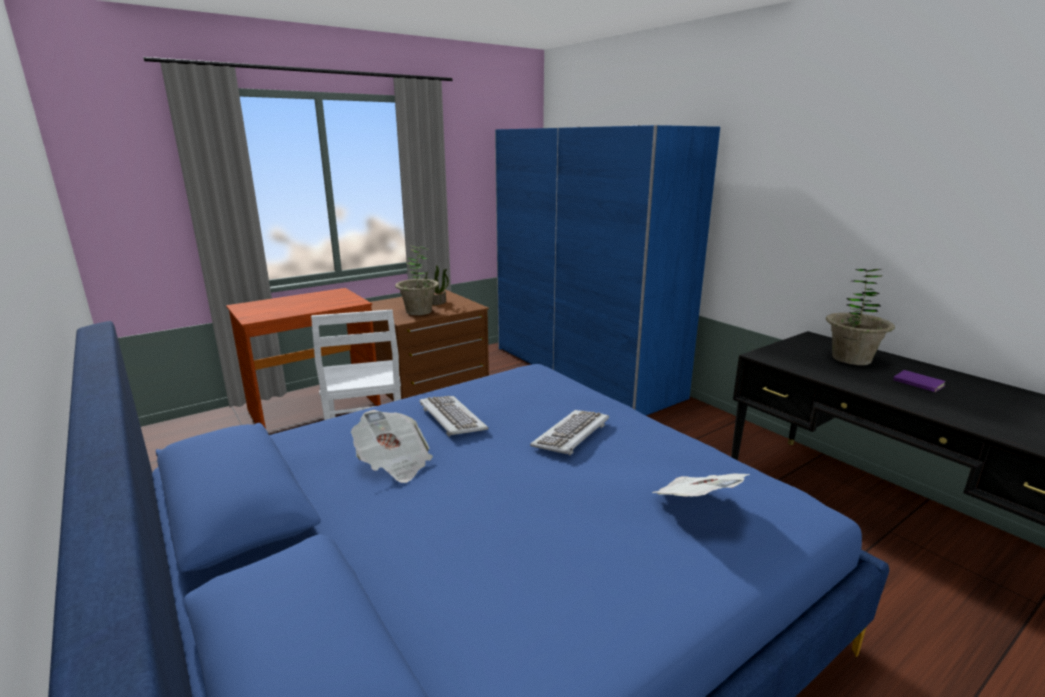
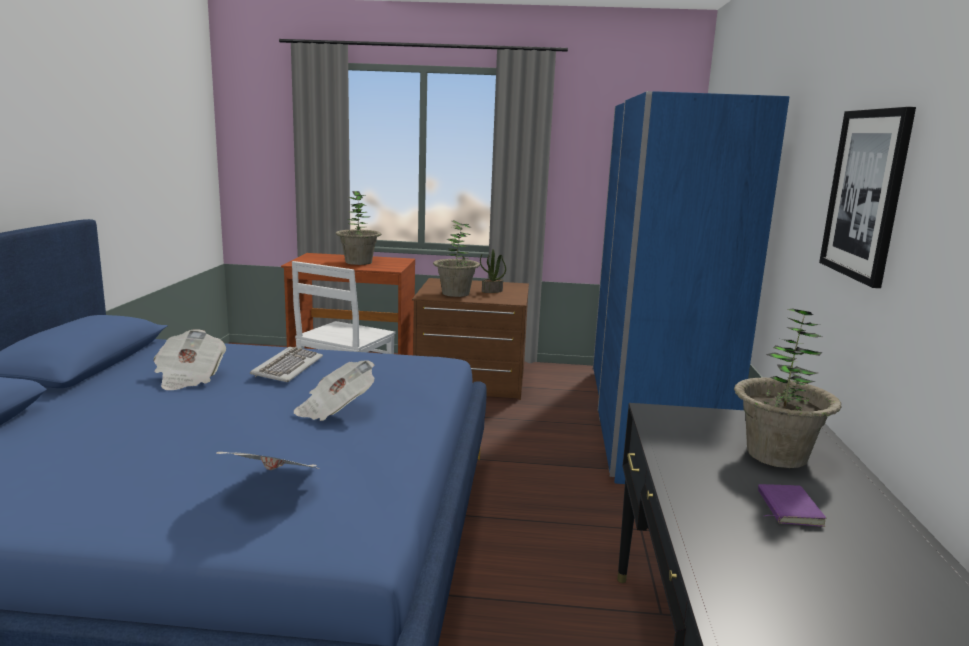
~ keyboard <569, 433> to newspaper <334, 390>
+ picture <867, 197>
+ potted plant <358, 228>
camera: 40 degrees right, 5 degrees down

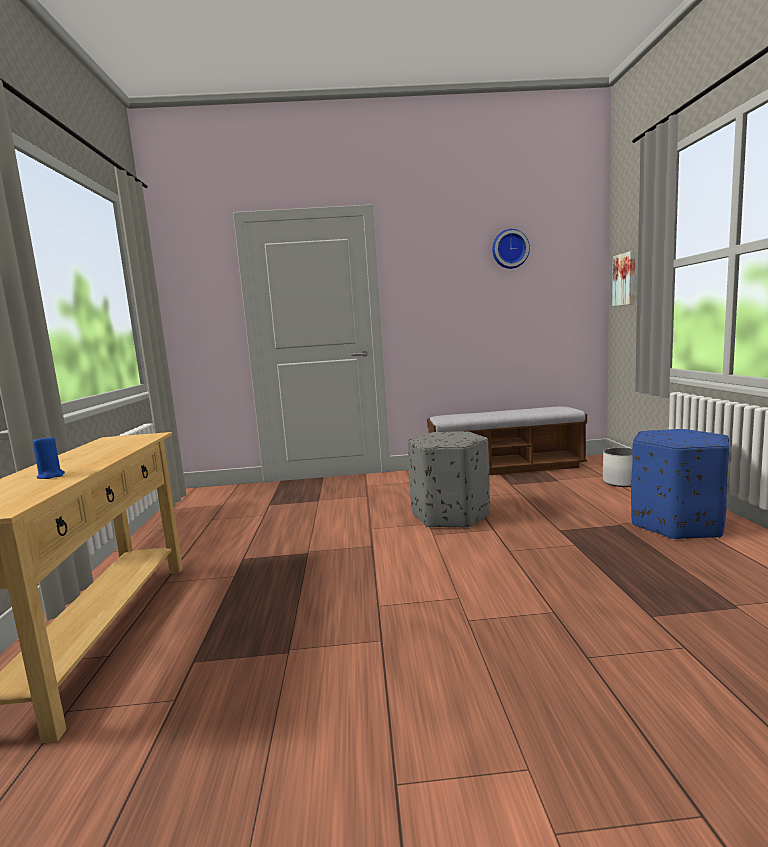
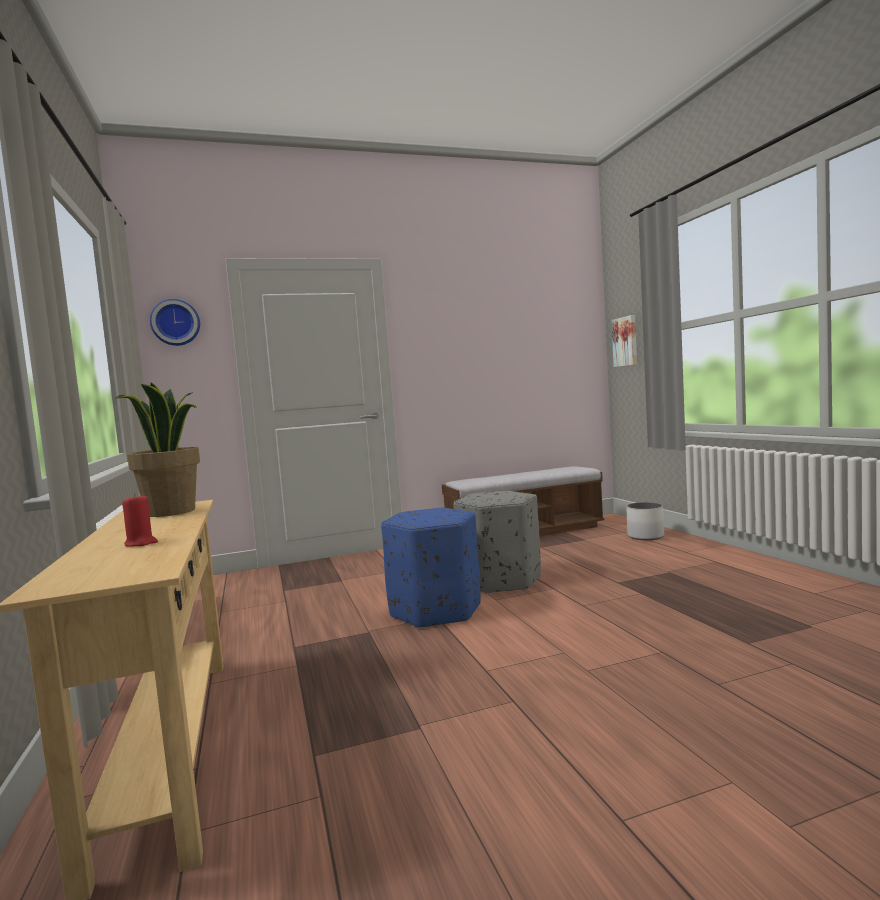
~ wall clock <511, 249> to <175, 322>
~ blue ottoman <680, 484> to <431, 568>
~ blue candle <49, 457> to red candle <140, 520>
+ potted plant <158, 449>
camera: 15 degrees left, 5 degrees down

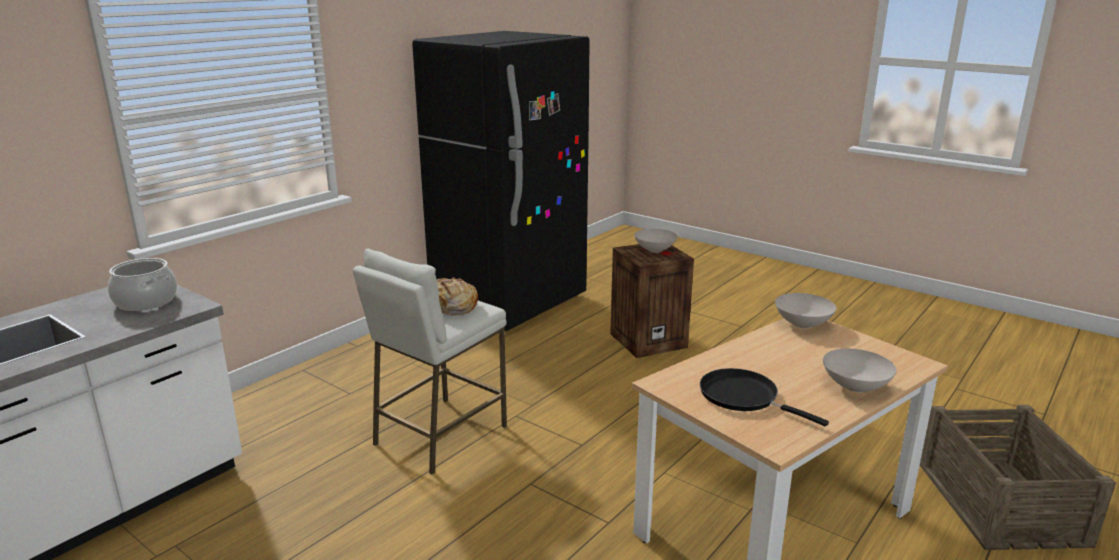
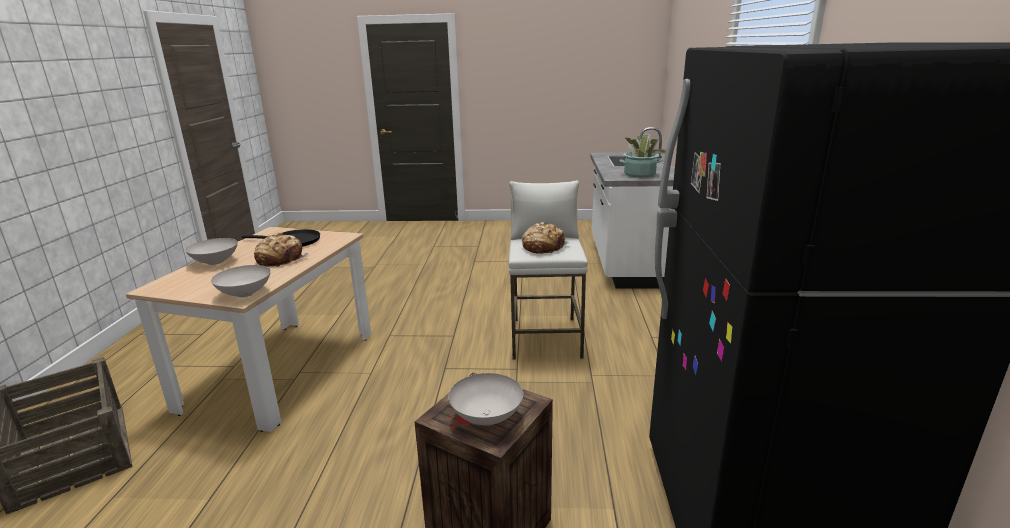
~ cooking pot <142, 284> to potted plant <642, 156>
+ bread <281, 250>
camera: 145 degrees right, 0 degrees up

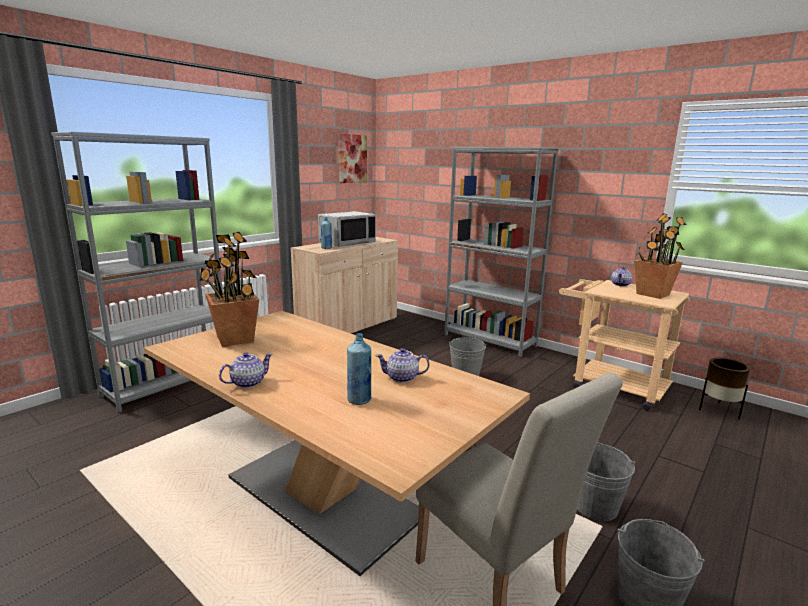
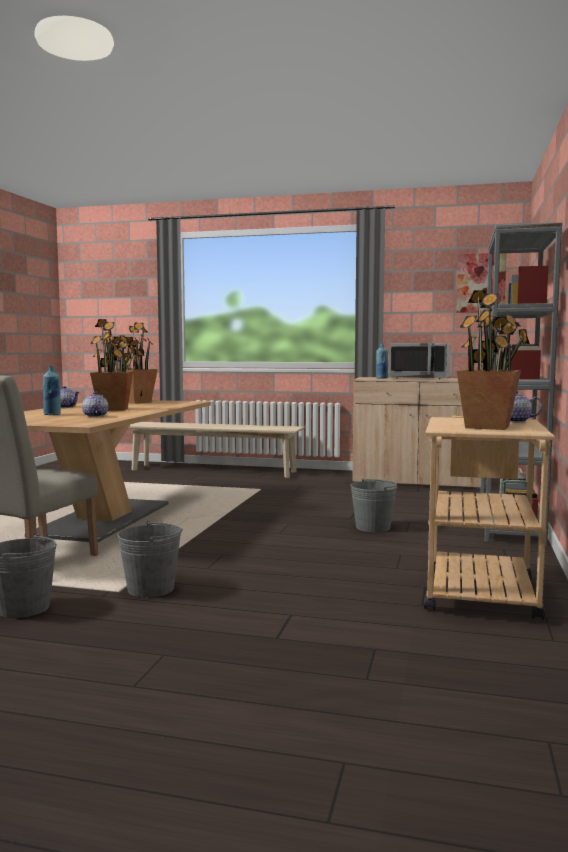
~ grey bookcase <137, 272> to beige bench <216, 450>
- brown planter <724, 388>
+ potted plant <113, 365>
camera: 65 degrees right, 10 degrees down

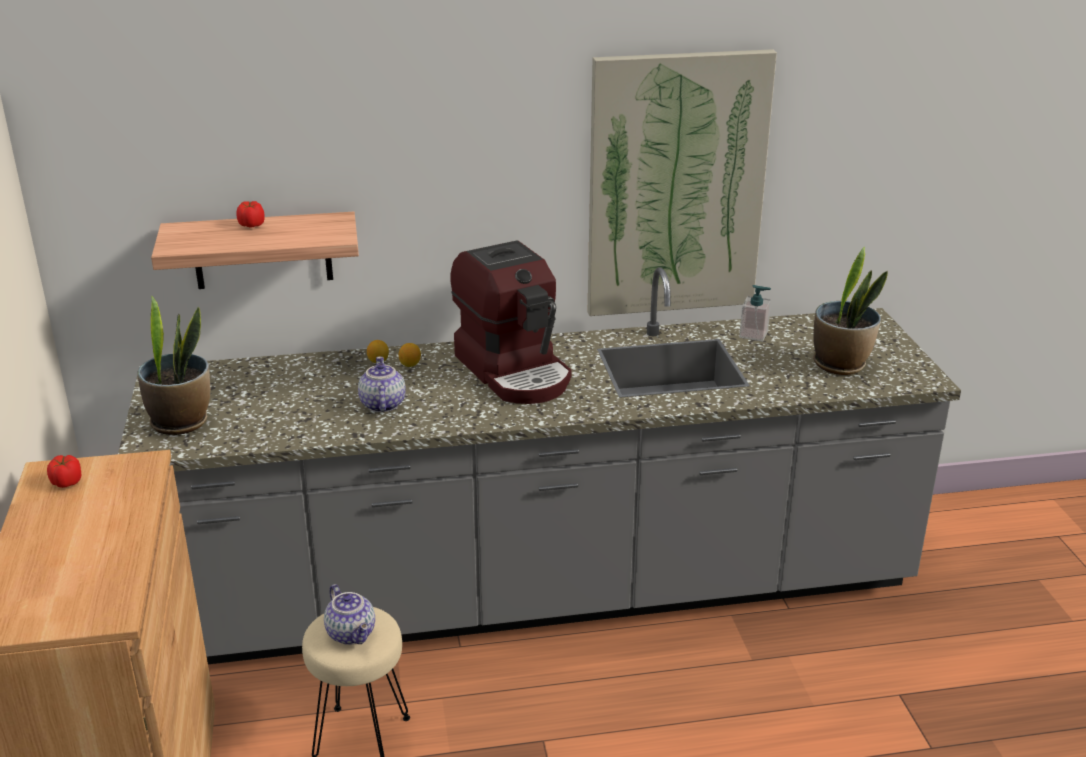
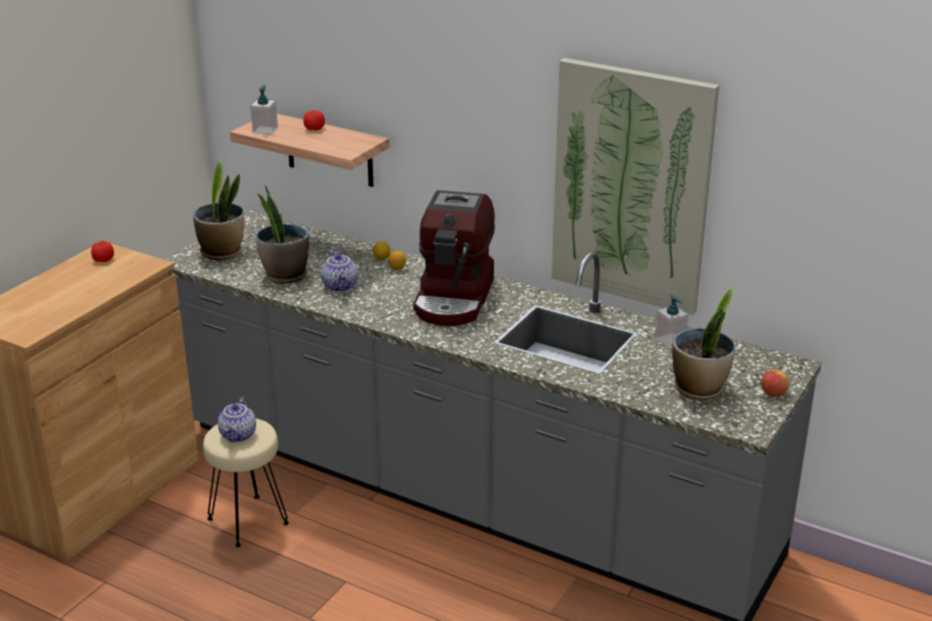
~ teapot <382, 384> = <339, 271> 135 degrees clockwise
+ soap dispenser <264, 110>
+ potted plant <282, 234>
+ apple <775, 382>
camera: 40 degrees right, 0 degrees up

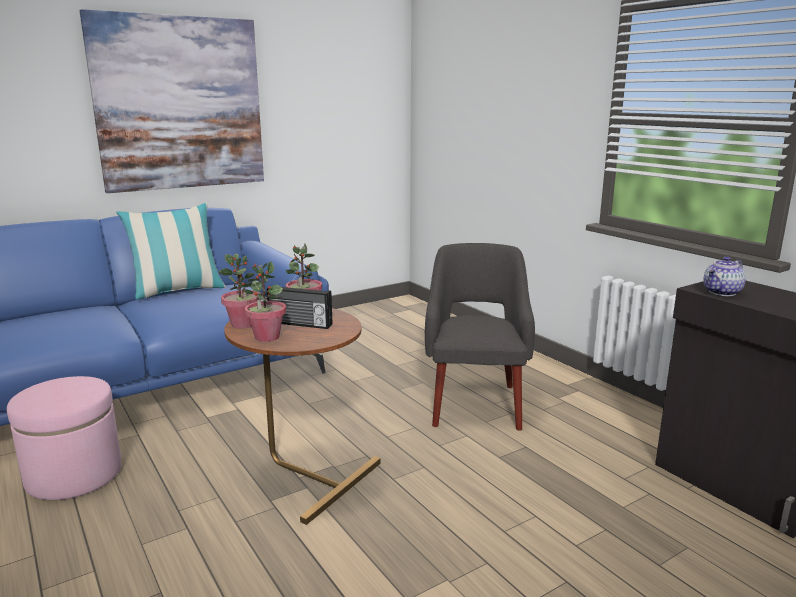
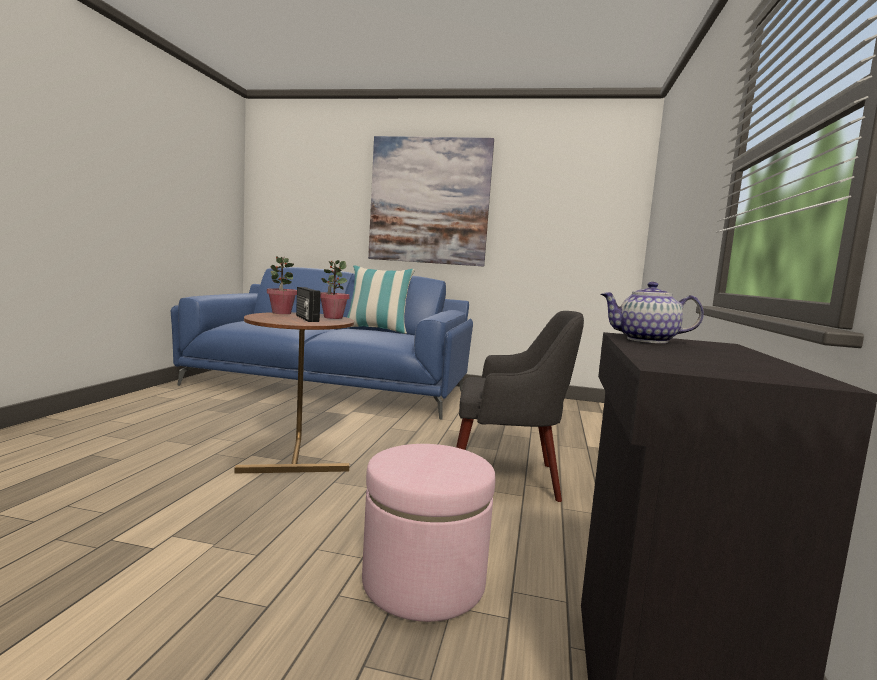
~ grey armchair <480, 337> = <520, 406> 45 degrees clockwise
- potted plant <265, 301>
~ pink ottoman <64, 438> to <429, 533>
camera: 45 degrees right, 10 degrees down

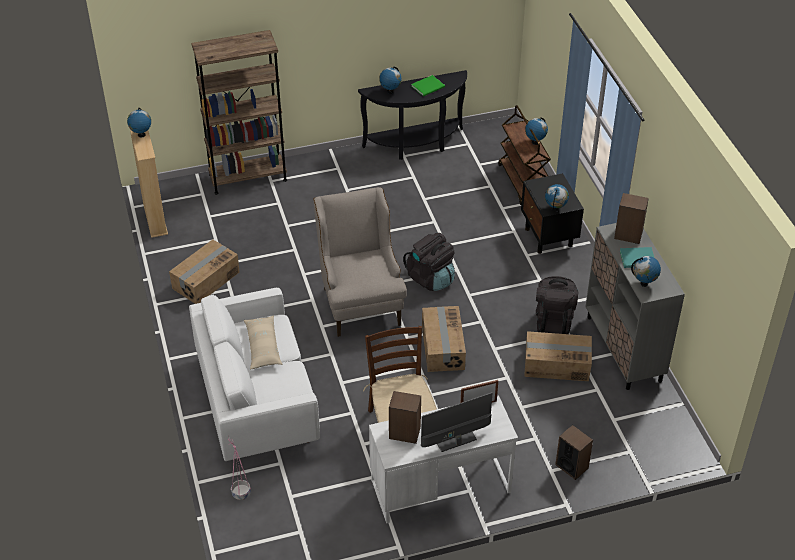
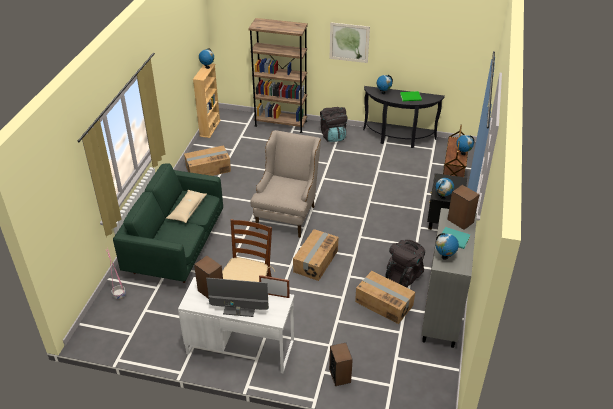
~ black backpack <429, 262> to <334, 124>
~ white sofa <254, 374> to green sofa <168, 223>
+ picture <350, 42>
camera: 30 degrees right, 5 degrees down

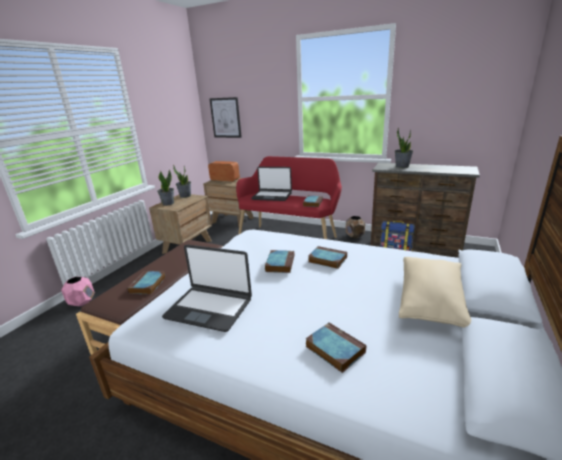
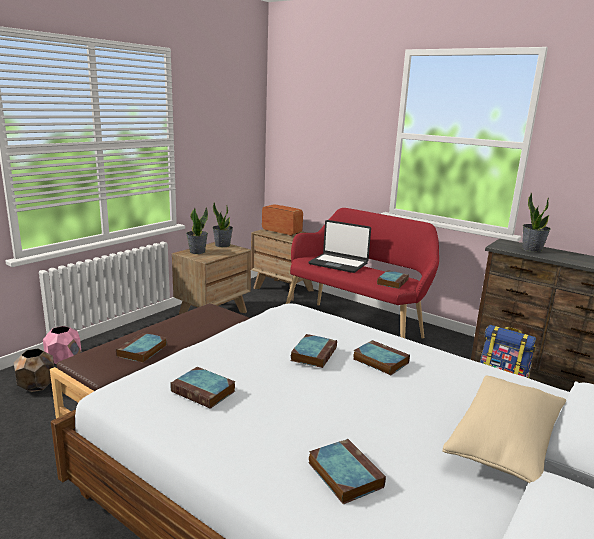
- picture <225, 117>
~ brown planter <355, 227> to <33, 370>
~ laptop <207, 288> to book <202, 388>
camera: 10 degrees right, 5 degrees down

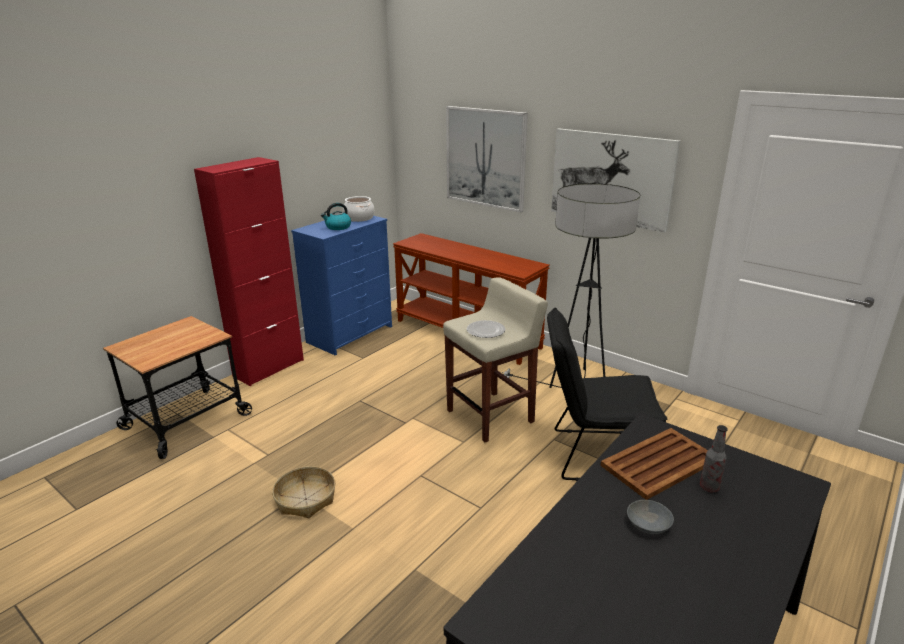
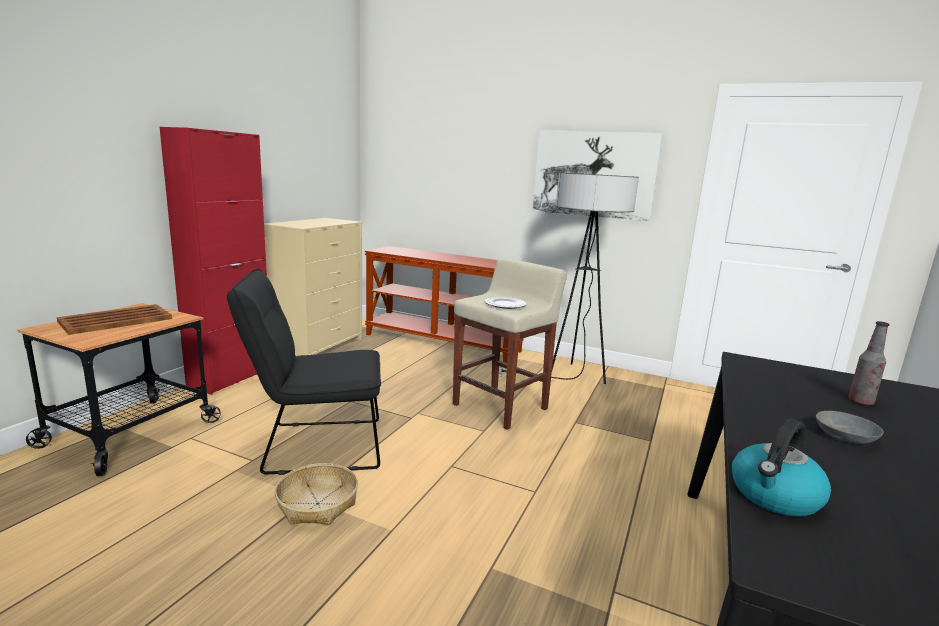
- picture <487, 159>
- cooking pot <358, 209>
~ kettle <336, 216> to <781, 467>
~ blue dresser <341, 286> to beige dresser <313, 287>
~ black chair <607, 394> to <304, 372>
~ brown tray <654, 464> to <114, 319>
camera: 15 degrees left, 10 degrees down

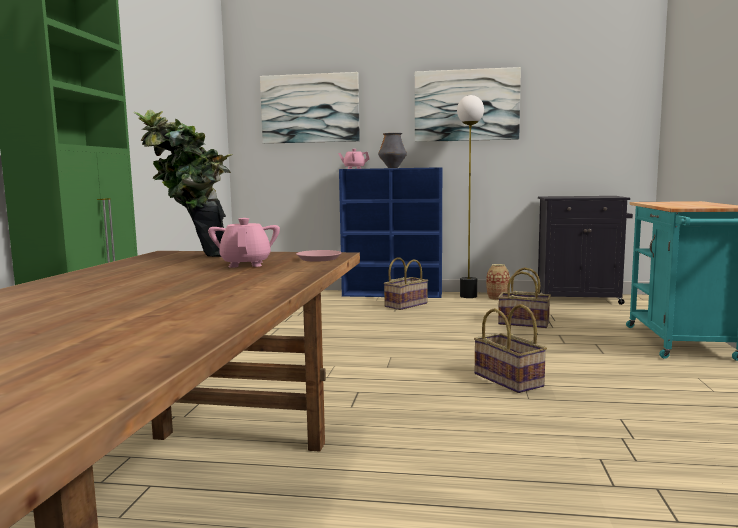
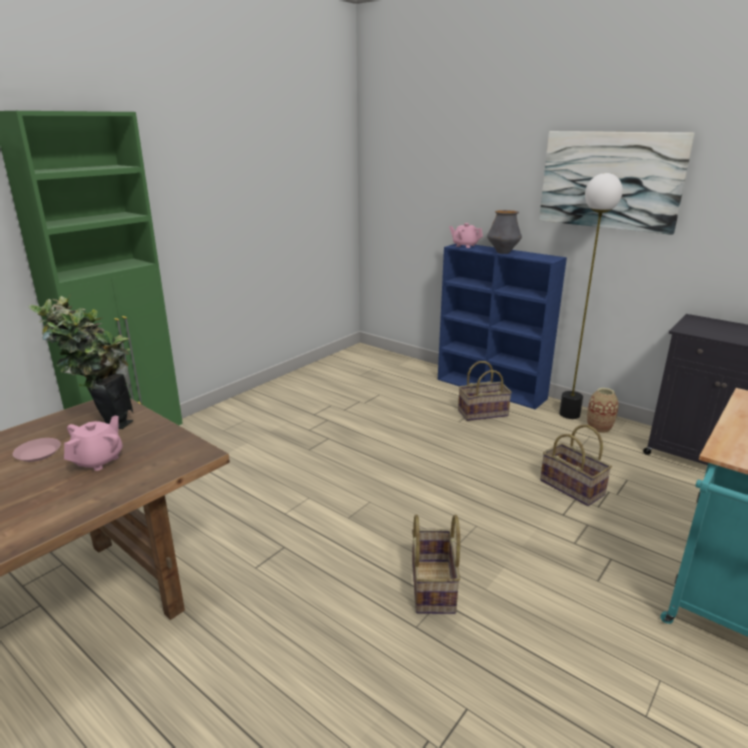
- picture <310, 108>
~ pink plate <318, 256> to <37, 450>
camera: 30 degrees right, 15 degrees up

